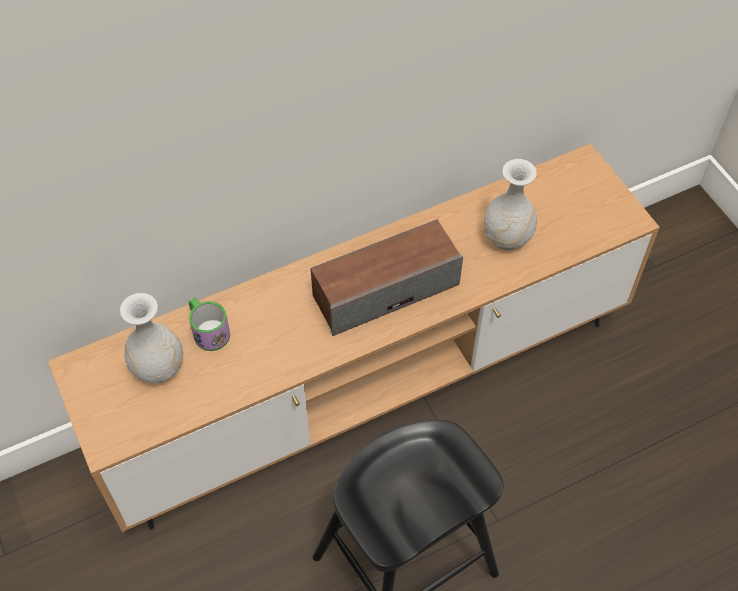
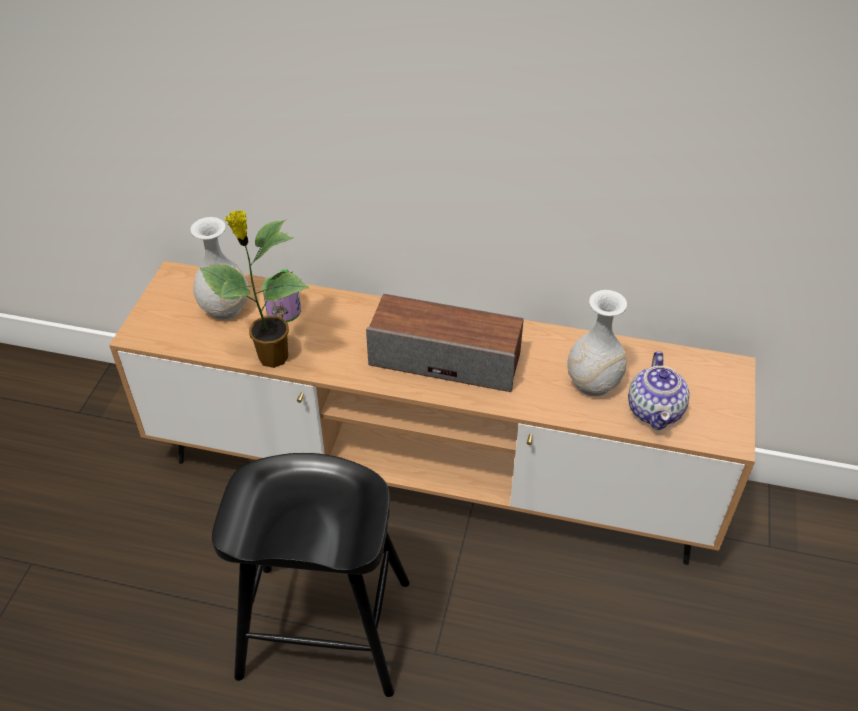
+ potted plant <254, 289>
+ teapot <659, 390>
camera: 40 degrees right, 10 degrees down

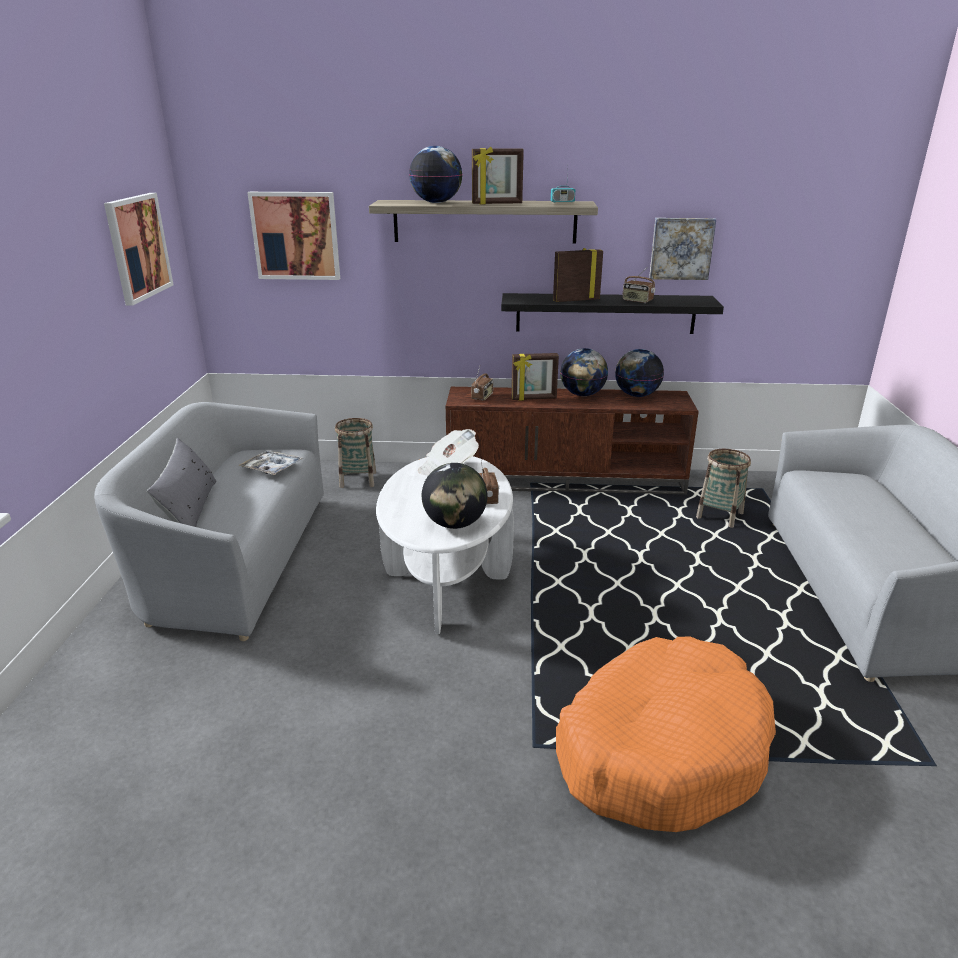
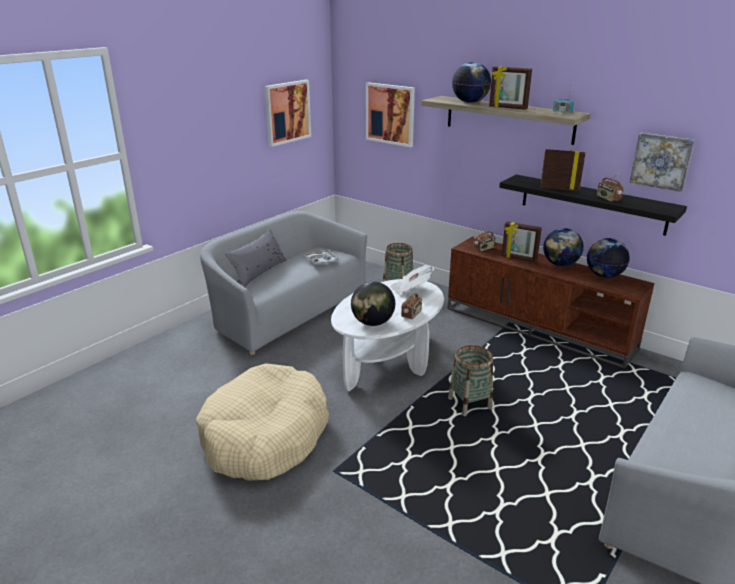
~ basket <723, 488> to <470, 380>
- orange dog bed <666, 734>
+ beige dog bed <262, 422>
camera: 35 degrees right, 0 degrees up

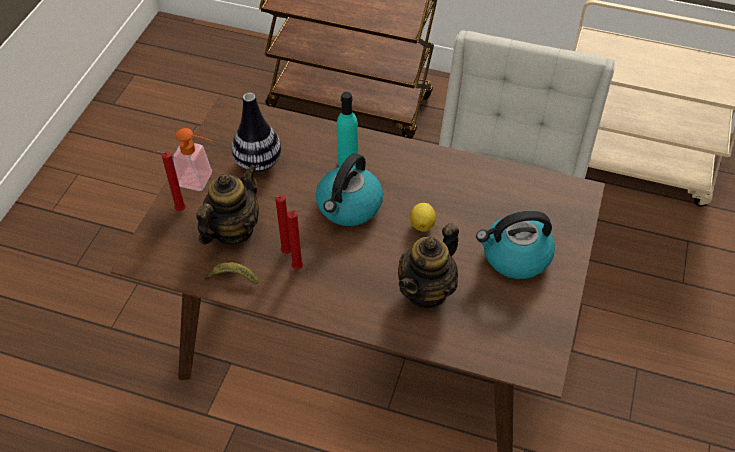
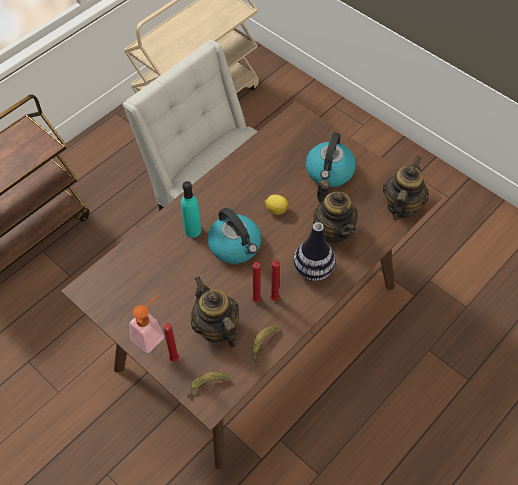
~ vase <256, 132> to <314, 251>
+ teapot <406, 188>
+ banana <209, 385>
camera: 65 degrees left, 5 degrees up

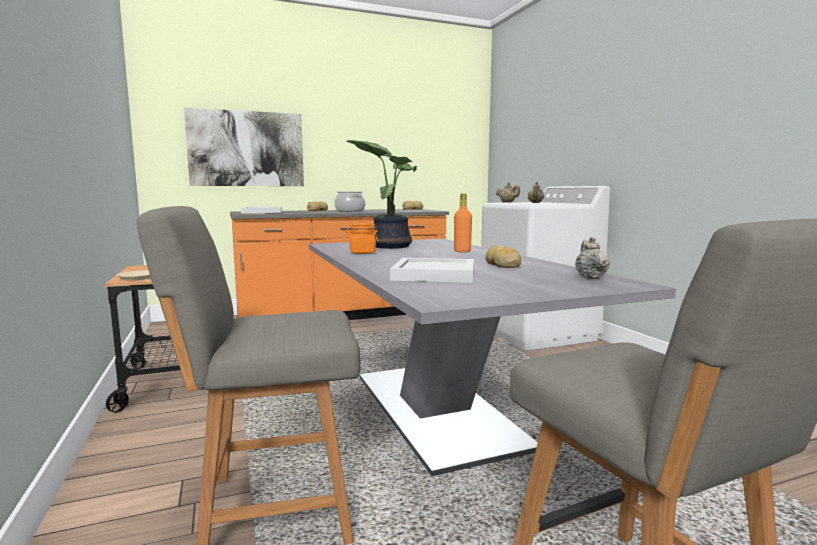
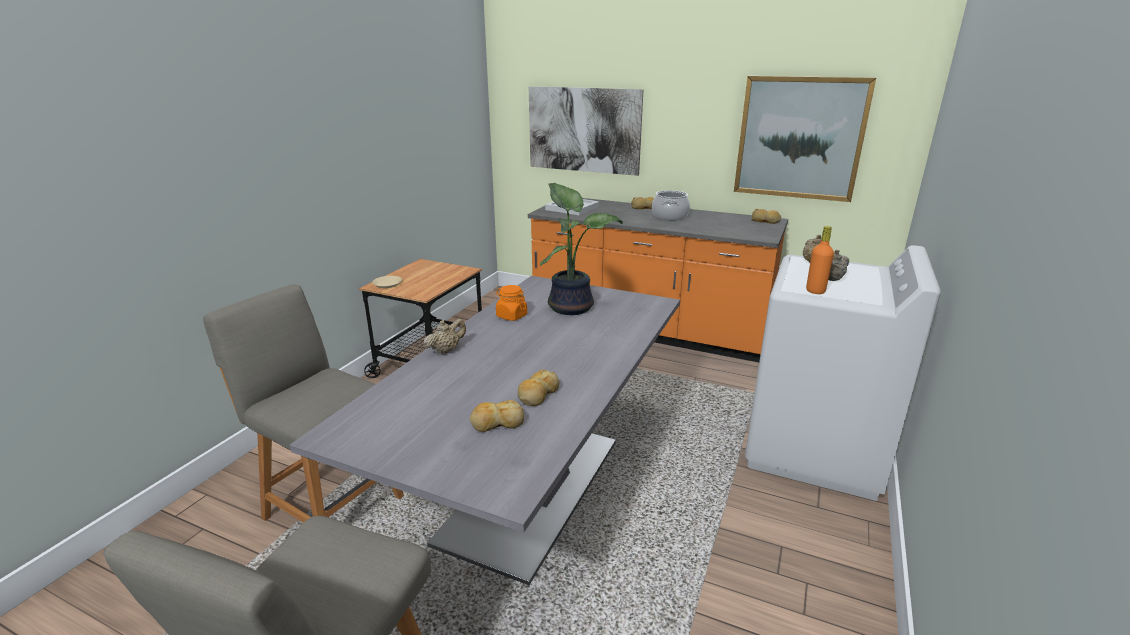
~ orange bottle <463, 223> to <820, 260>
~ beige teapot <592, 258> to <445, 336>
- white tray <432, 270>
+ picture <805, 139>
+ bread <496, 416>
camera: 45 degrees right, 15 degrees up

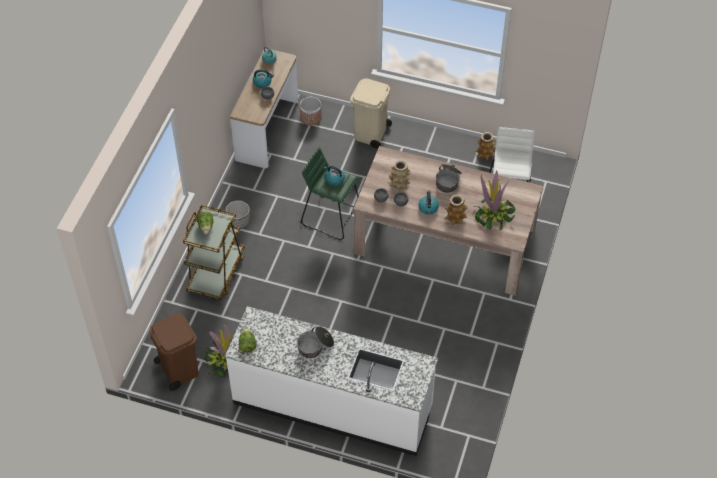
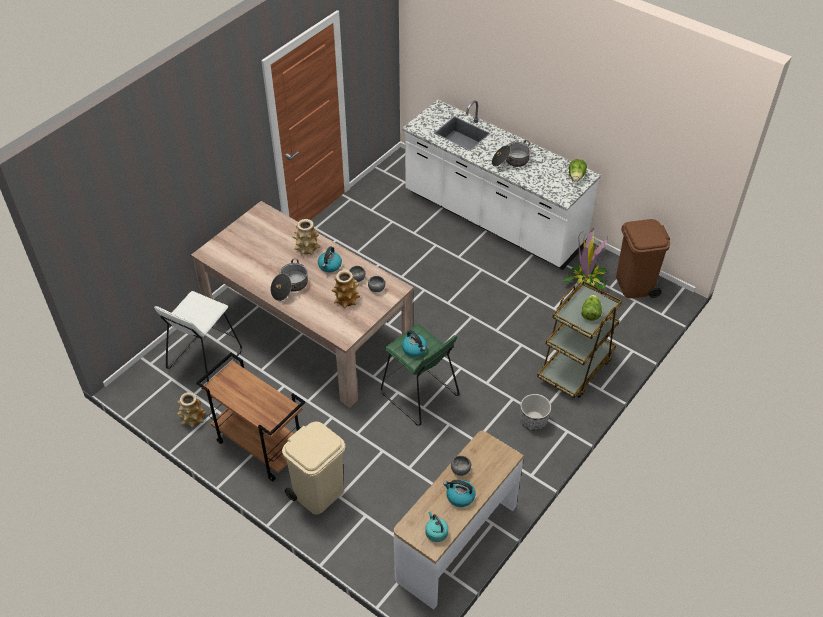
- planter <311, 111>
- potted plant <494, 200>
+ brown cart <250, 417>
camera: 160 degrees left, 5 degrees down

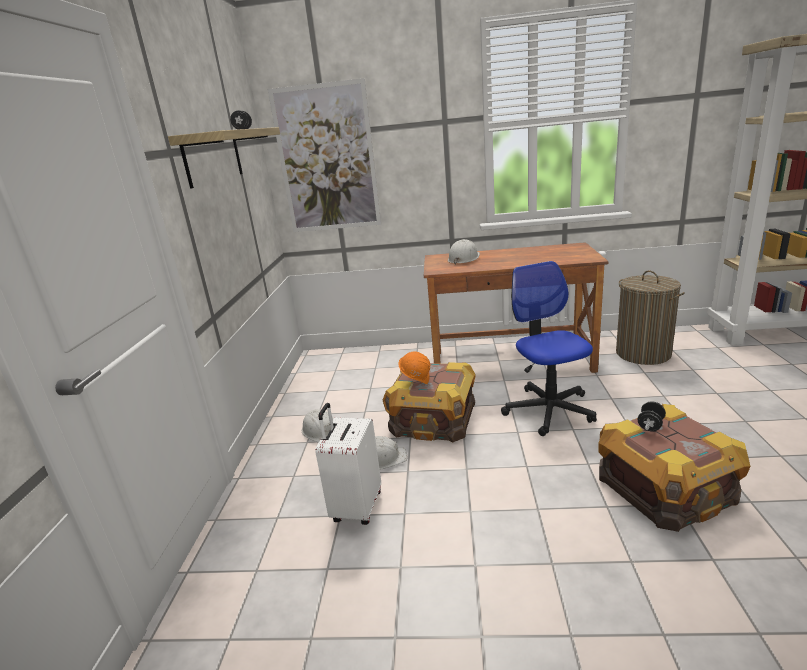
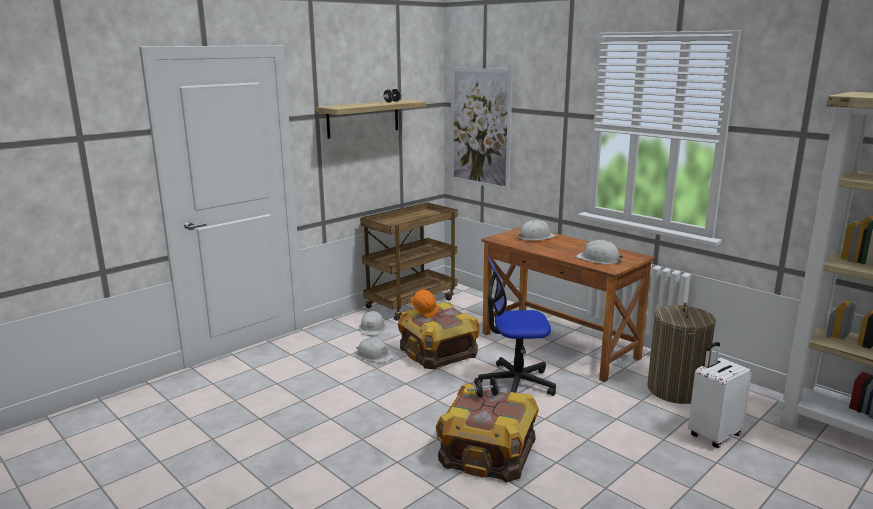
~ office chair <549, 348> = <515, 326> 120 degrees counterclockwise
~ white suitcase <348, 464> to <720, 395>
+ brown cart <409, 261>
+ white hard hat <599, 252>
camera: 40 degrees right, 5 degrees down

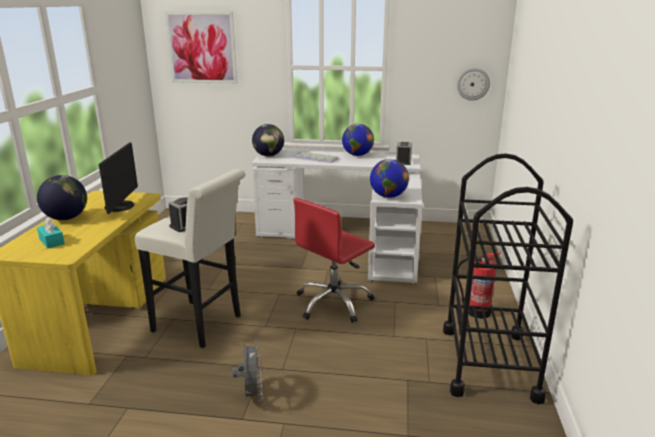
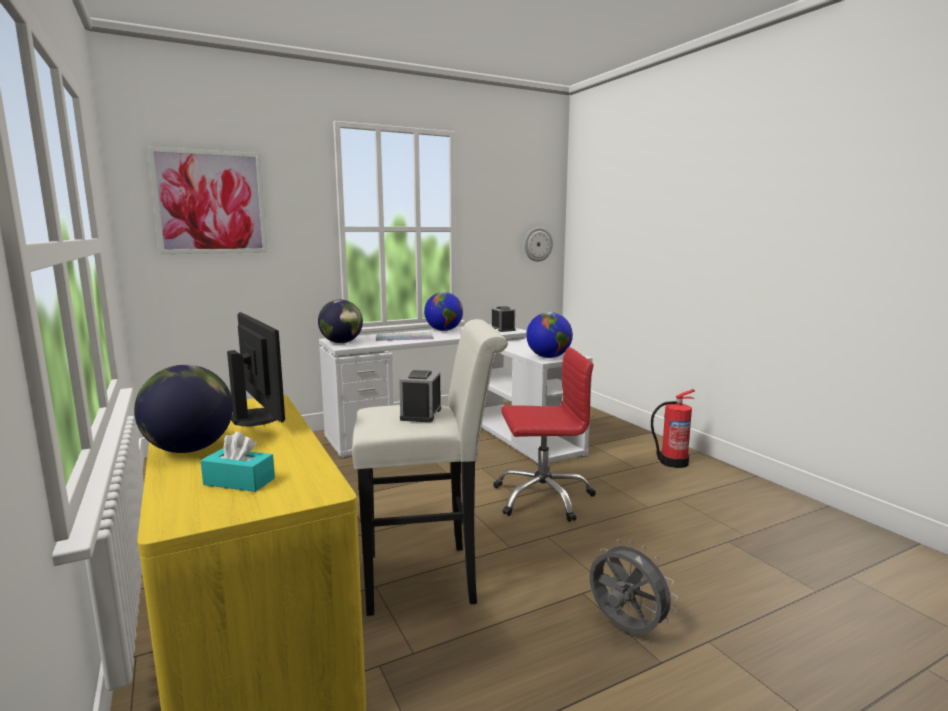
- black cart <508, 278>
~ red office chair <334, 260> = <544, 434> 105 degrees counterclockwise
camera: 35 degrees left, 10 degrees down

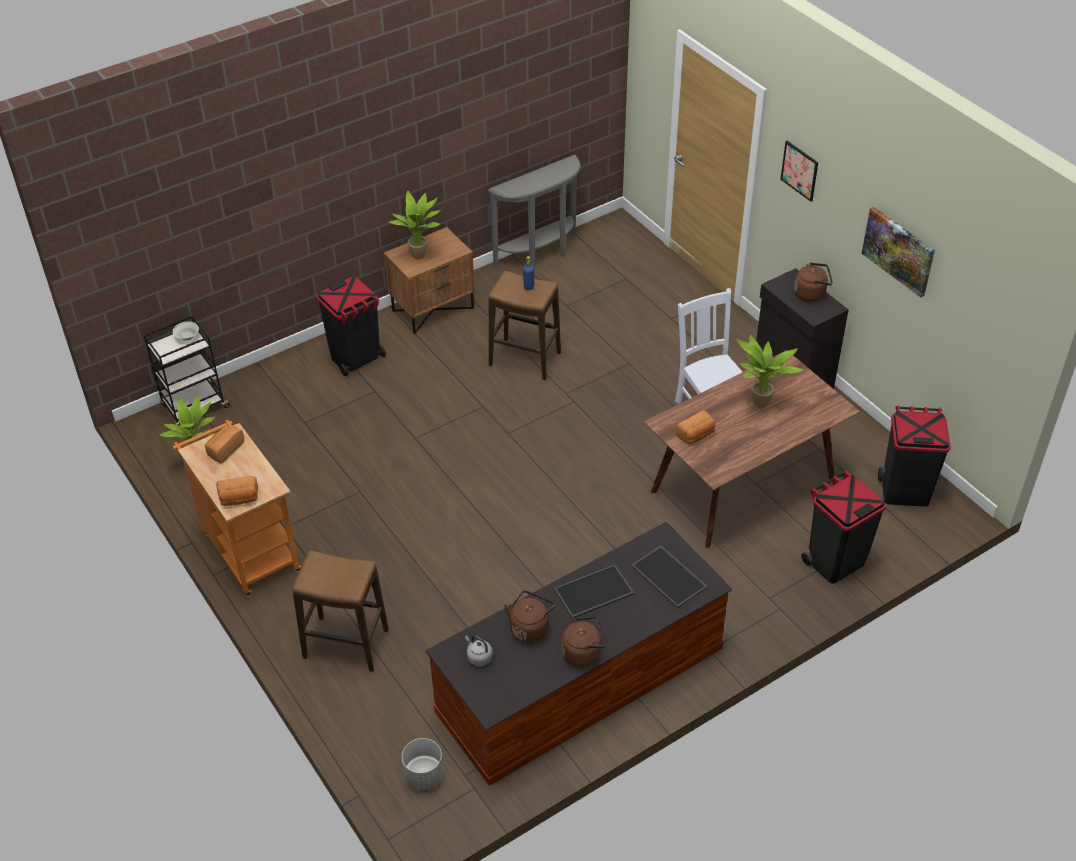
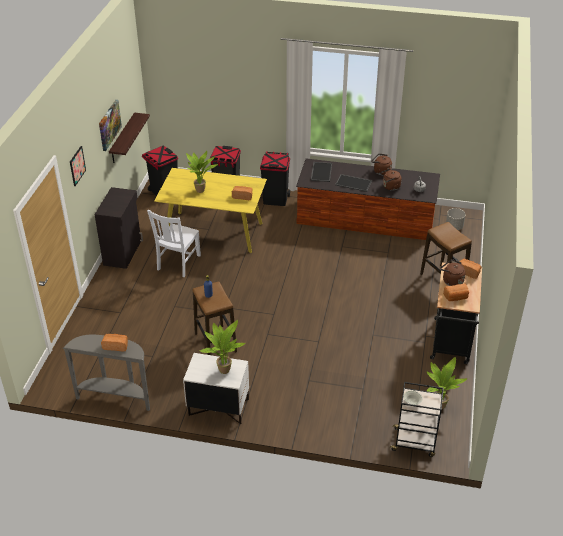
~ brown nightstand <429, 280> to white nightstand <216, 388>
~ brown kettle <813, 282> to <453, 272>
~ black trash can <351, 326> to <275, 178>
~ brown dining table <752, 449> to yellow dining table <210, 210>
~ orange cart <237, 508> to black cart <456, 313>
+ shelf <129, 138>
+ bread <114, 343>
camera: 135 degrees left, 5 degrees down

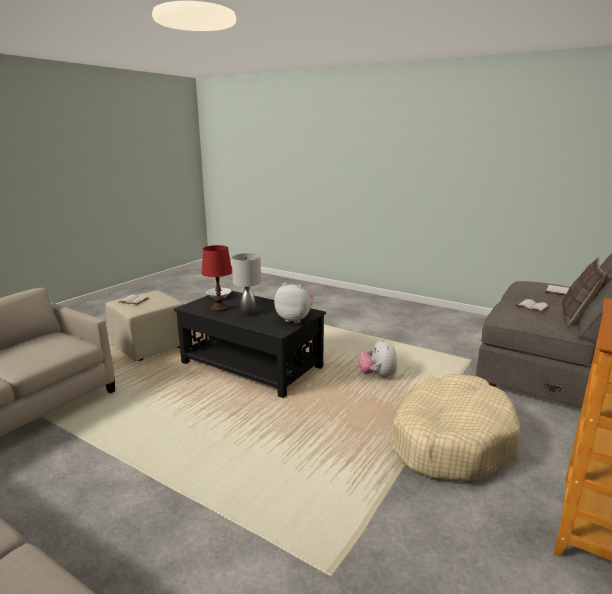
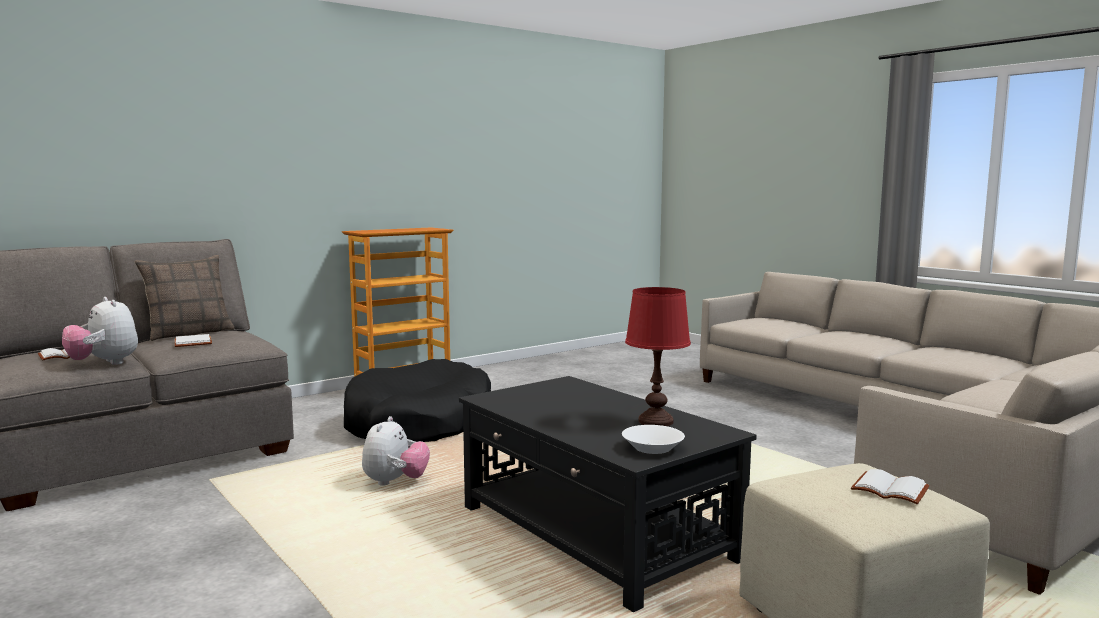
- grey table lamp <246, 284>
~ plush toy <294, 302> to <100, 331>
~ beige dog bed <455, 427> to black dog bed <417, 400>
camera: 160 degrees left, 10 degrees down

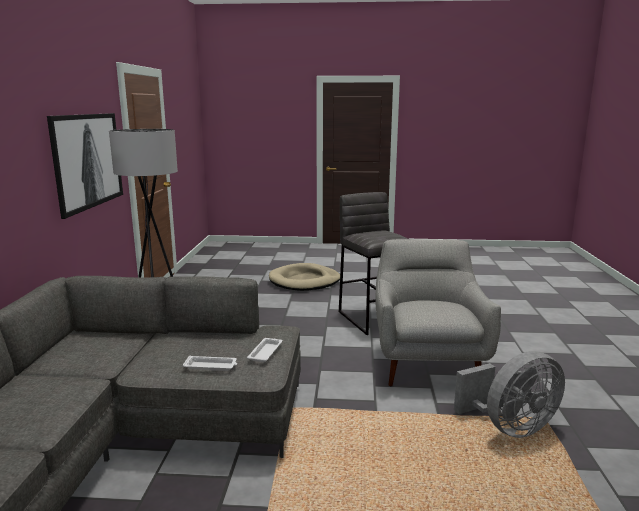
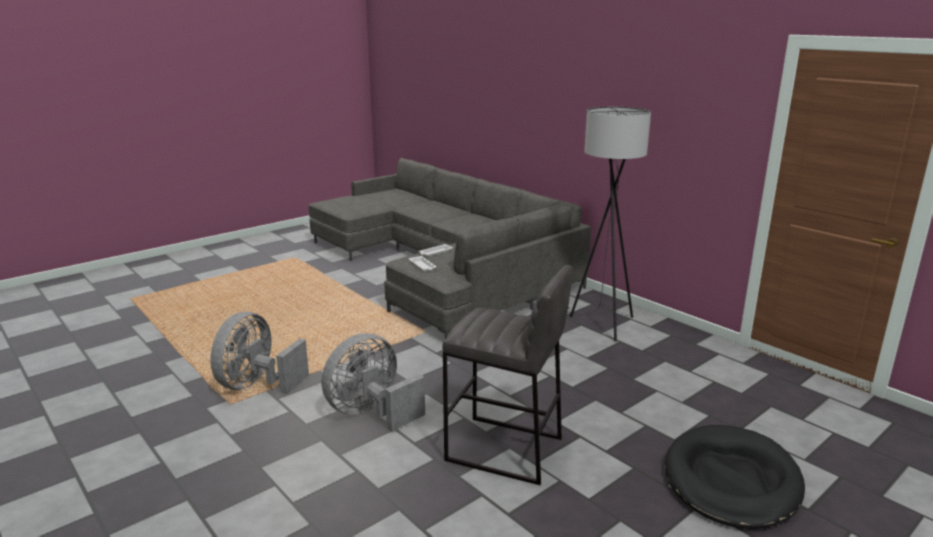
- picture <85, 166>
~ grey armchair <438, 312> to grey fan <373, 382>
~ beige dog bed <304, 277> to black dog bed <735, 477>
camera: 135 degrees right, 5 degrees up

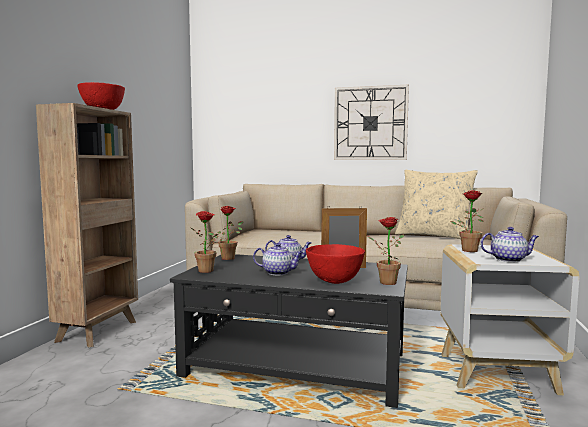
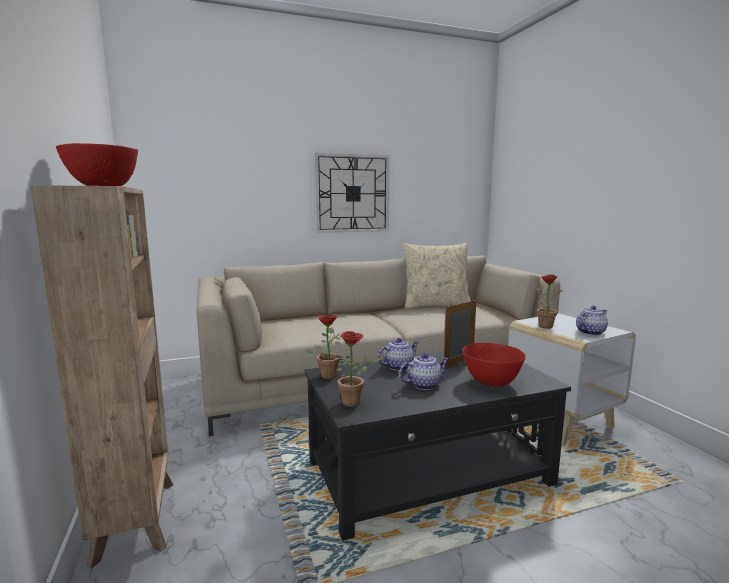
- potted plant <385, 251>
camera: 35 degrees left, 5 degrees up

